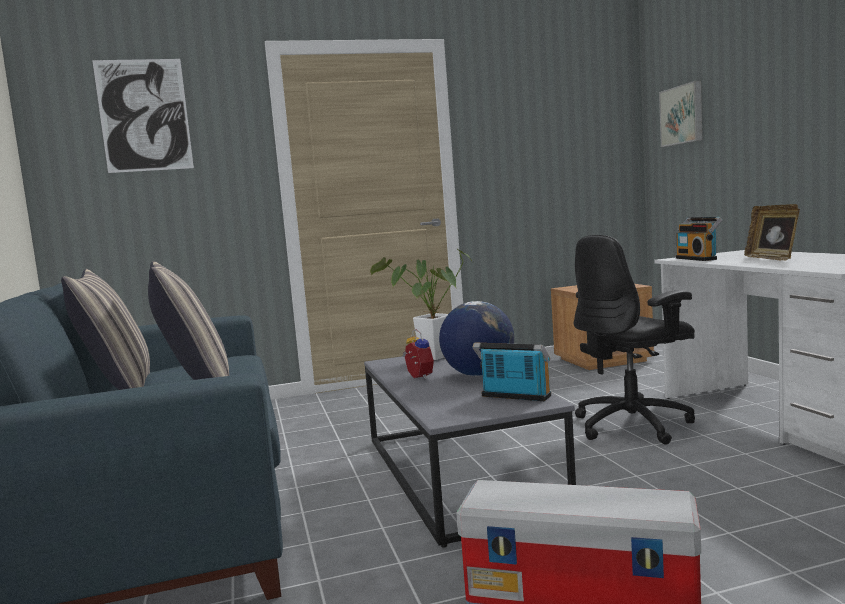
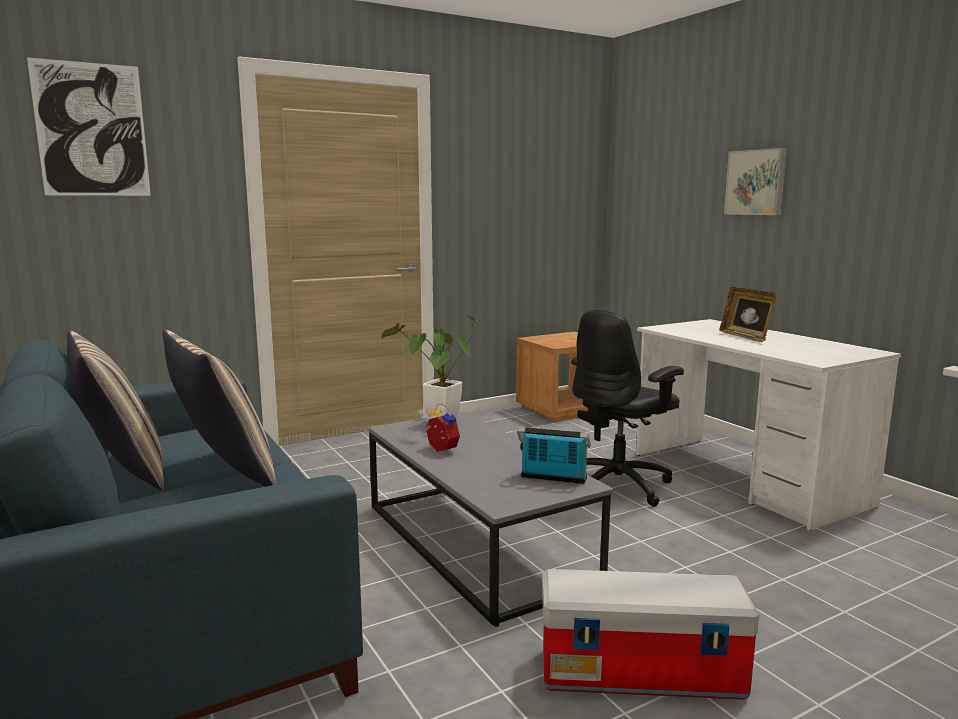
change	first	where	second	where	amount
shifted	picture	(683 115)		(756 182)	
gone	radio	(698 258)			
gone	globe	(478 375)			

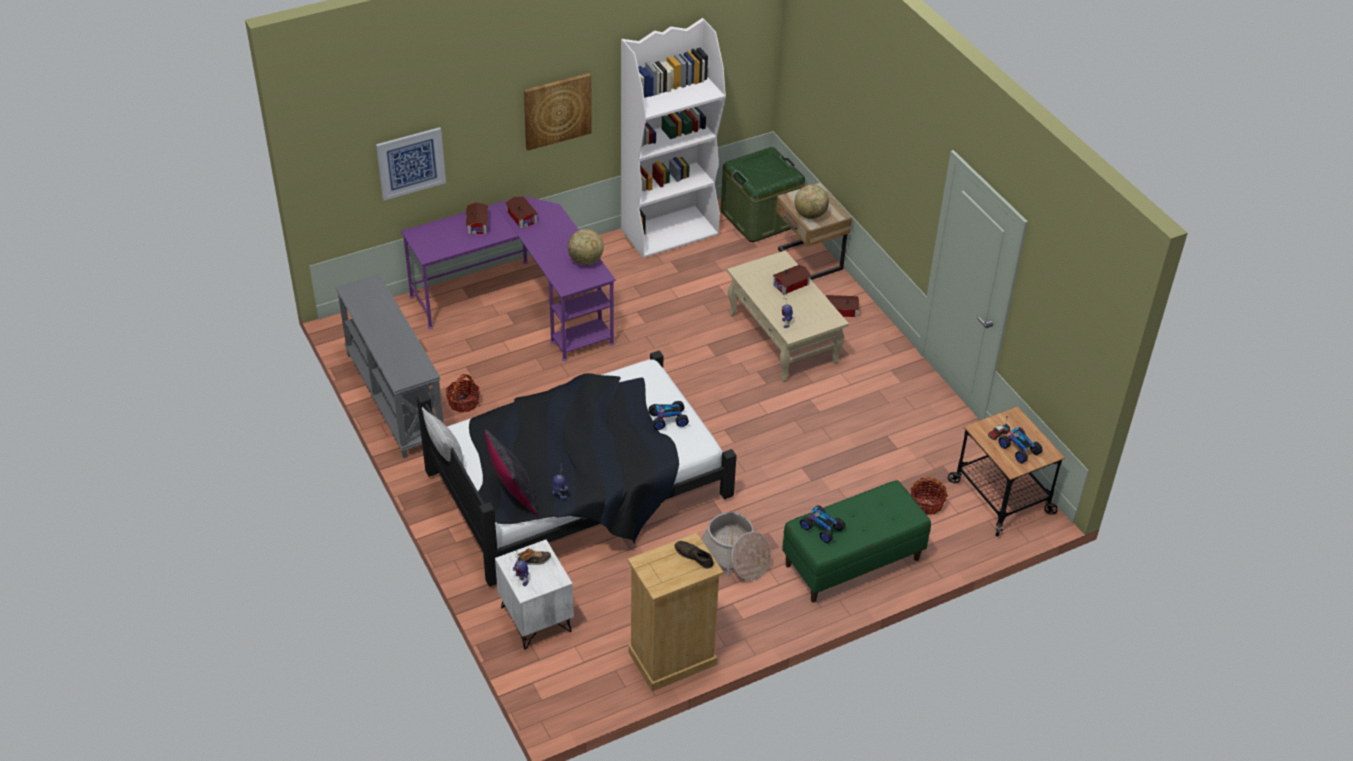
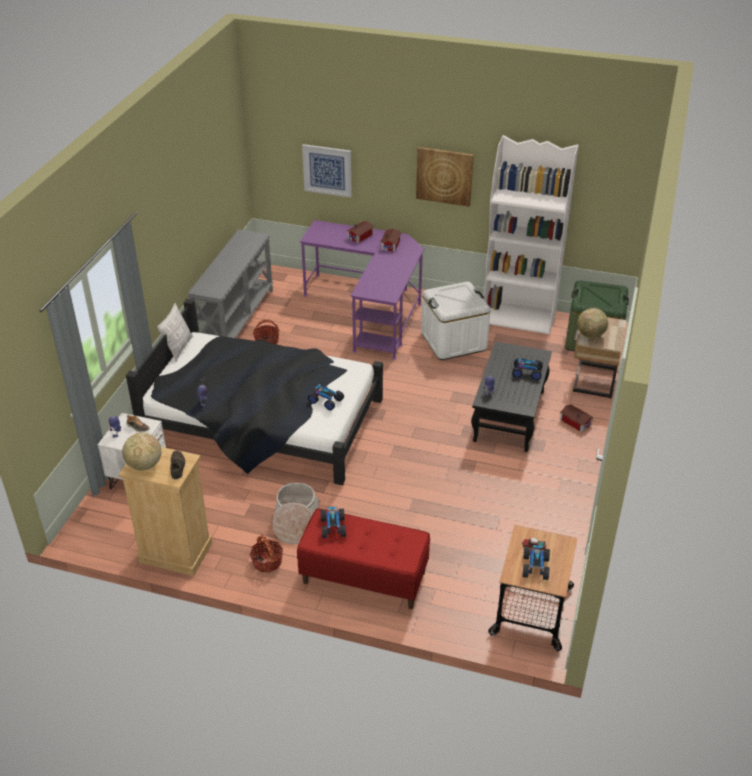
change	first	where	second	where	amount
shifted	globe	(586 260)		(144 465)	
repainted	beige coffee table	(783 339)	black coffee table	(509 416)	
swapped	toy house	(792 284)	toy car	(527 373)	
gone	black pillow	(512 494)			
shifted	basket	(926 504)		(267 562)	
repainted	green bench	(852 562)	red bench	(363 578)	
new			white storage box	(453 341)	

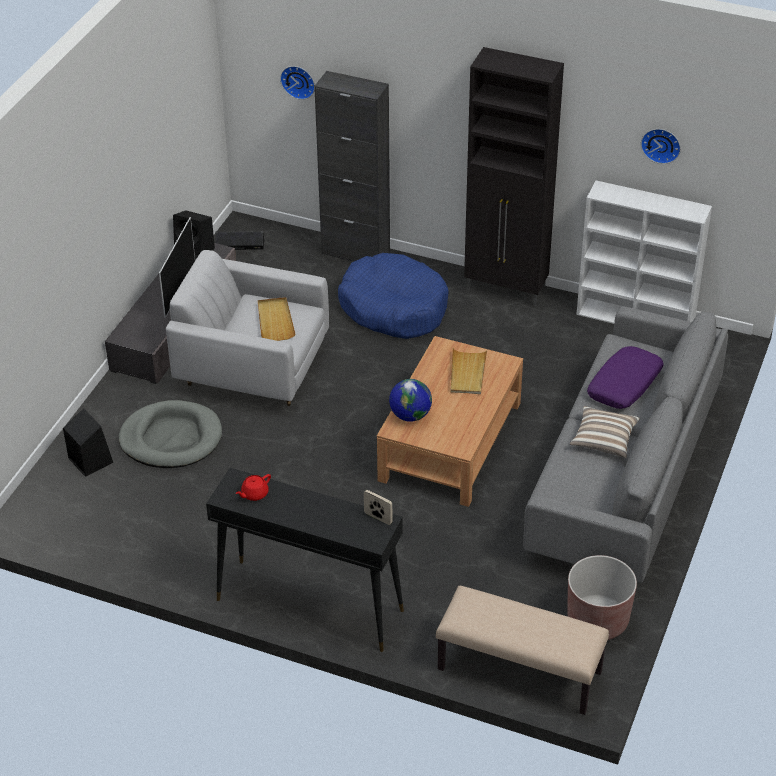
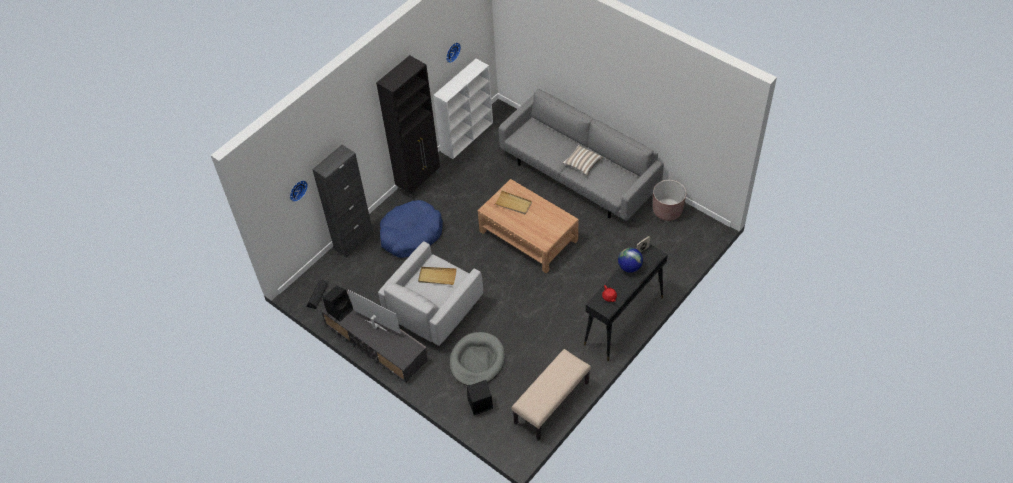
change	first	where	second	where	amount
gone	purple pillow	(625 385)			
shifted	globe	(410 415)		(629 267)	
shifted	beige bench	(518 671)		(552 403)	

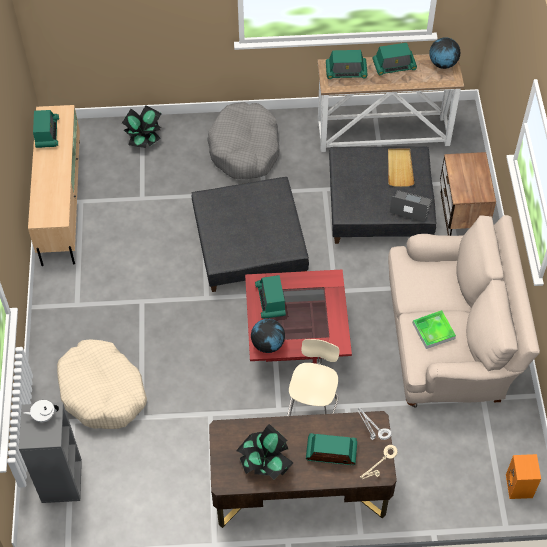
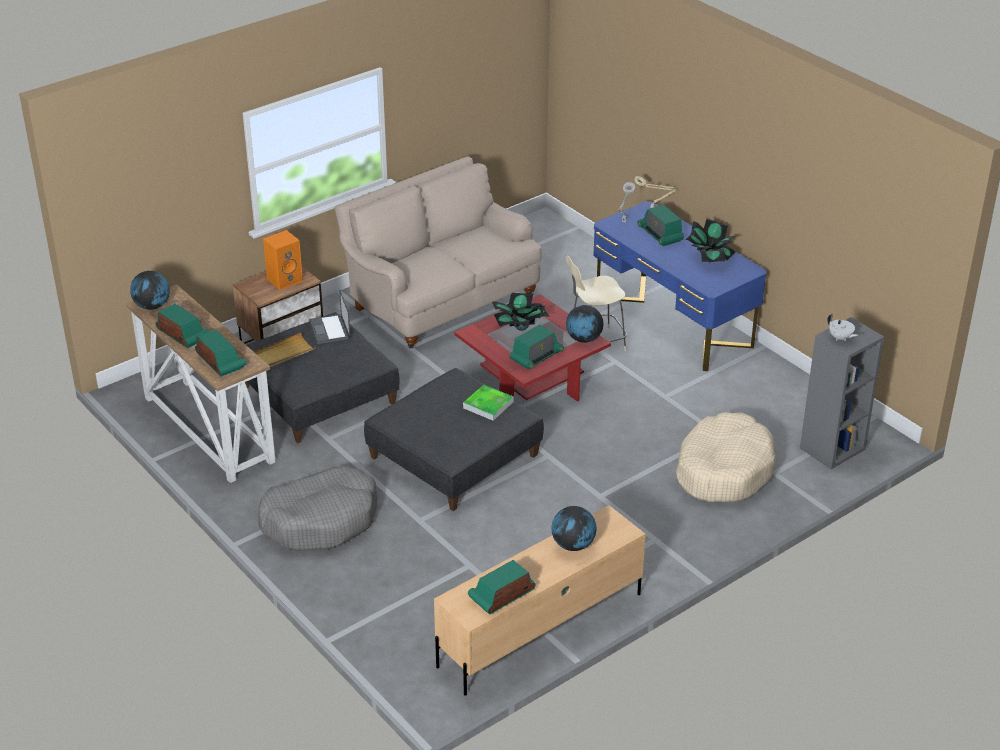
change	first	where	second	where	amount
shifted	potted plant	(144 138)		(520 327)	
shifted	tray	(433 331)		(488 405)	
repainted	brown desk	(300 490)	blue desk	(673 322)	
shifted	orange speaker	(519 487)		(285 279)	
new			globe	(573 545)	

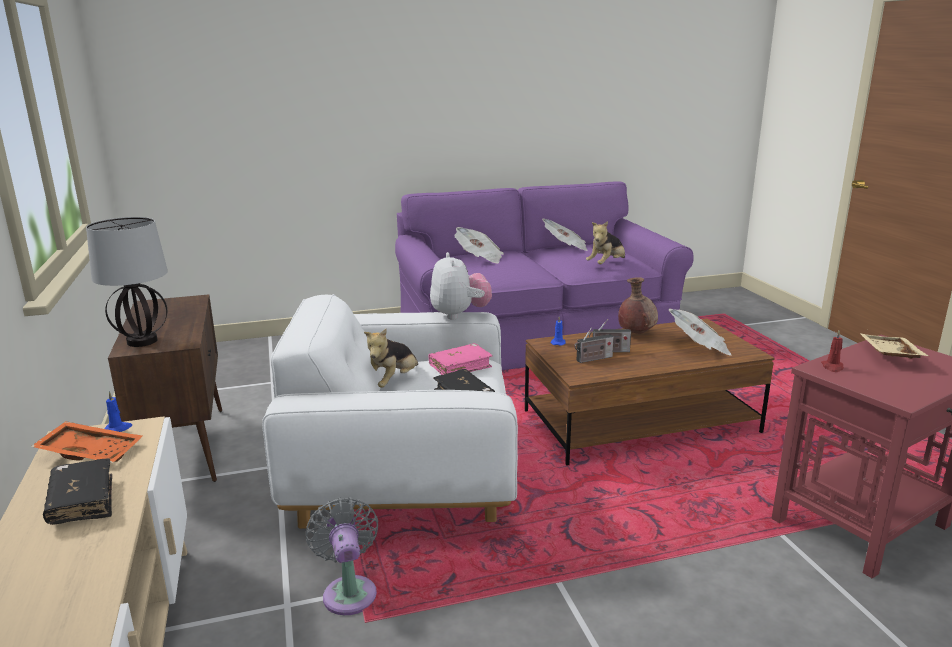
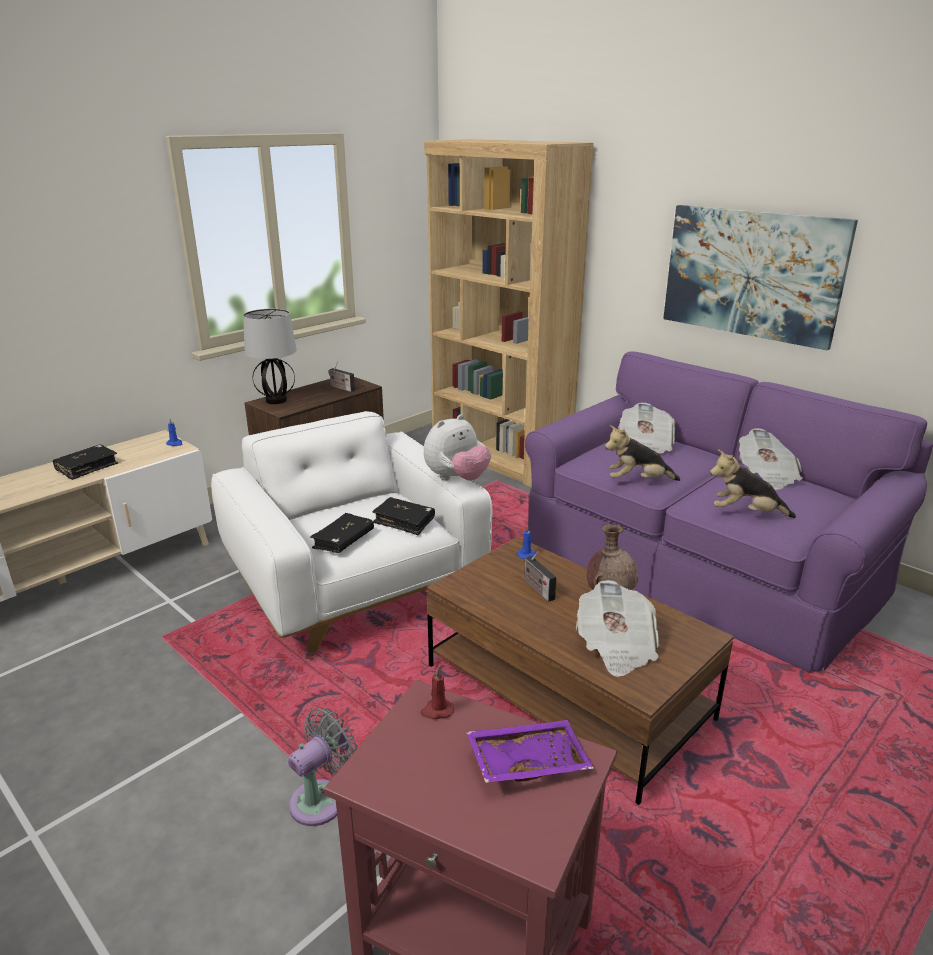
change	first	where	second	where	amount
shifted	radio	(593 359)		(341 388)	
shifted	plush toy	(392 382)		(637 481)	
repainted	beige tray	(888 354)	purple tray	(527 760)	
repainted	pink book	(460 367)	black book	(404 522)	
gone	orange tray	(92 452)			
shifted	grey fan	(349 591)		(322 799)	
new			brown bookcase	(499 457)	
new			picture	(752 274)	

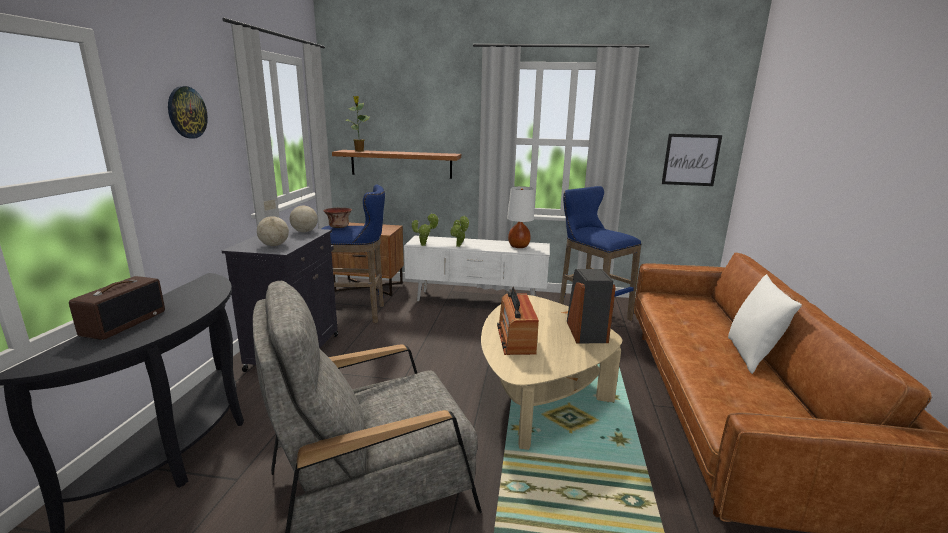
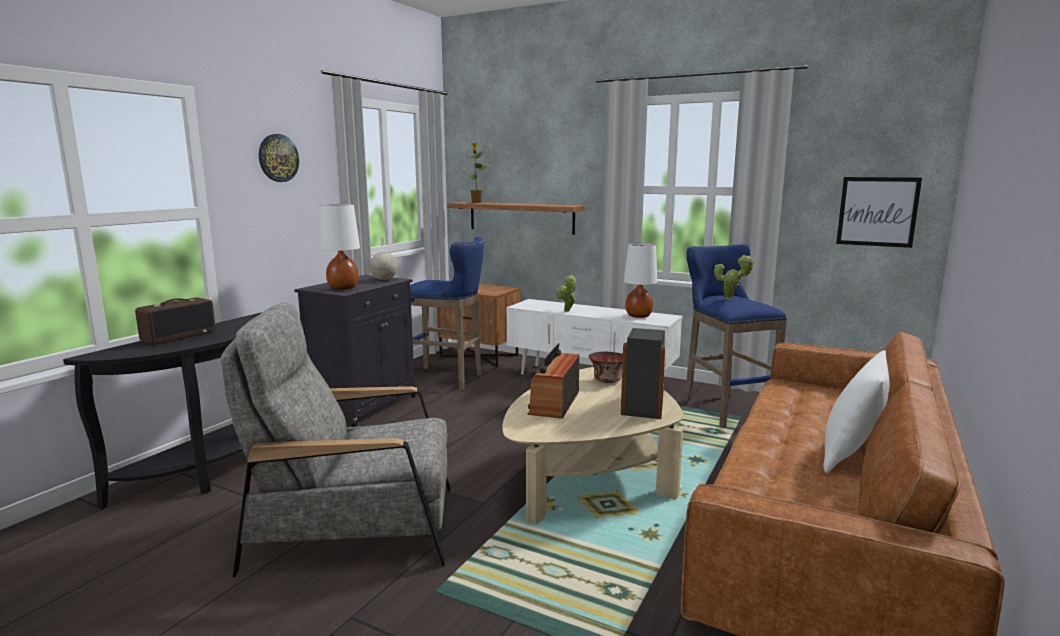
change	first	where	second	where	amount
swapped	globe	(275 245)	white table lamp	(343 288)	
shifted	bowl	(338 227)		(607 381)	
shifted	potted plant	(424 245)		(730 298)	

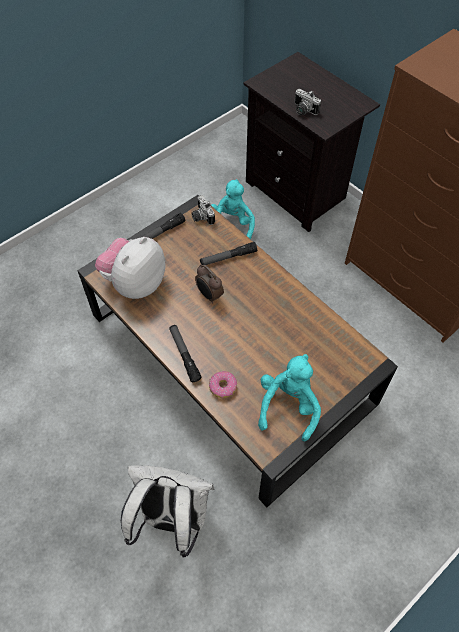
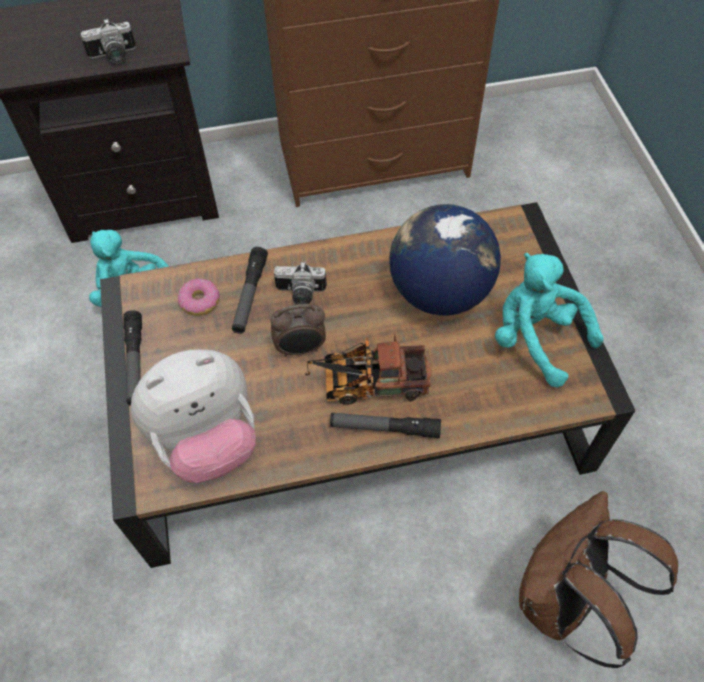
change	first	where	second	where	amount
shifted	photo camera	(201 217)		(300 294)	
rotated	plush toy	(135 283)		(207 440)	90 degrees counterclockwise
shifted	donut	(223 387)		(200 302)	
repainted	white backpack	(172 519)	brown backpack	(563 602)	
new			globe	(439 292)	
new			toy truck	(368 383)	

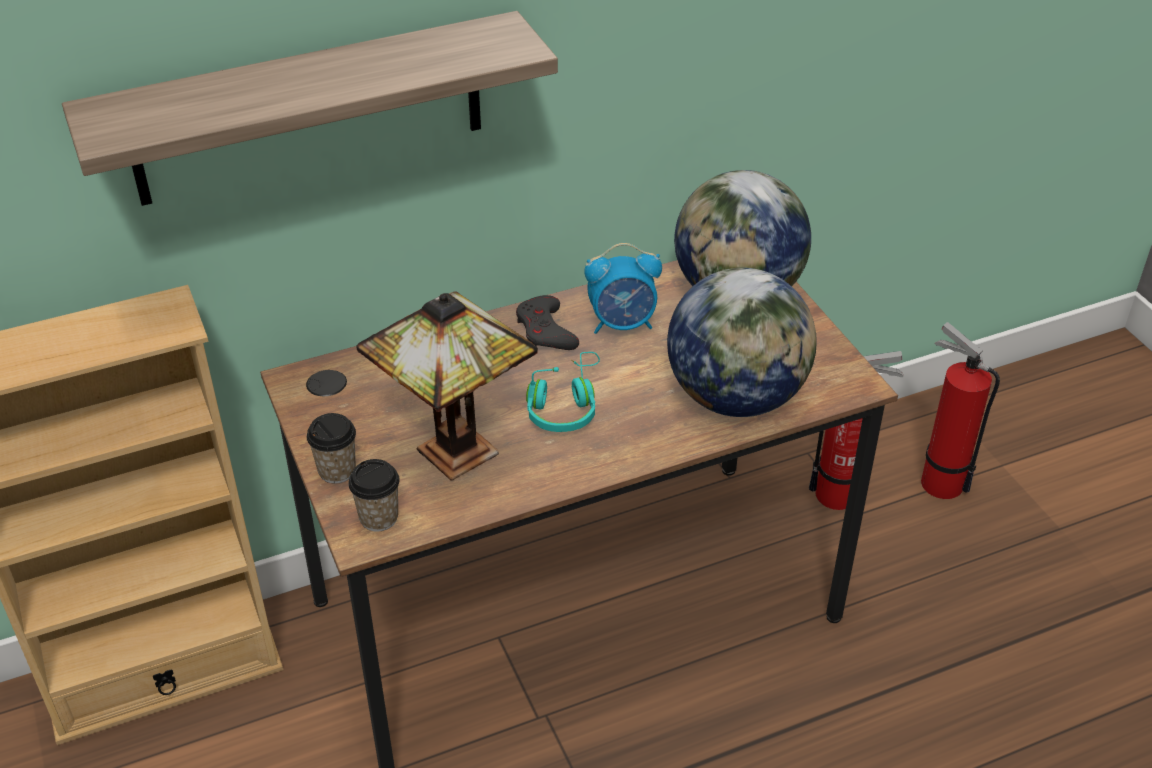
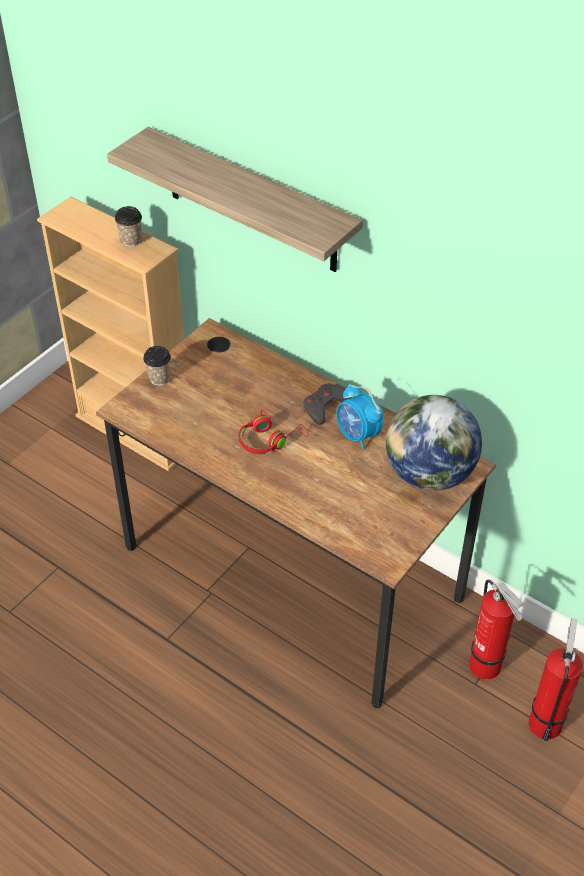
change	first	where	second	where	amount
gone	globe	(736 397)			
gone	table lamp	(455 456)			
repainted	turquoise headphones	(565 405)	red headphones	(270 440)	
shifted	cup	(379 517)		(131 240)	

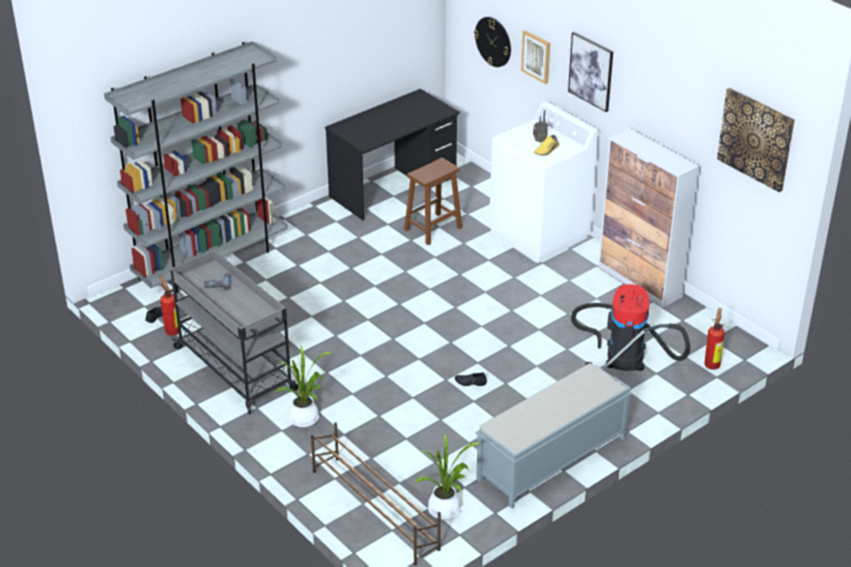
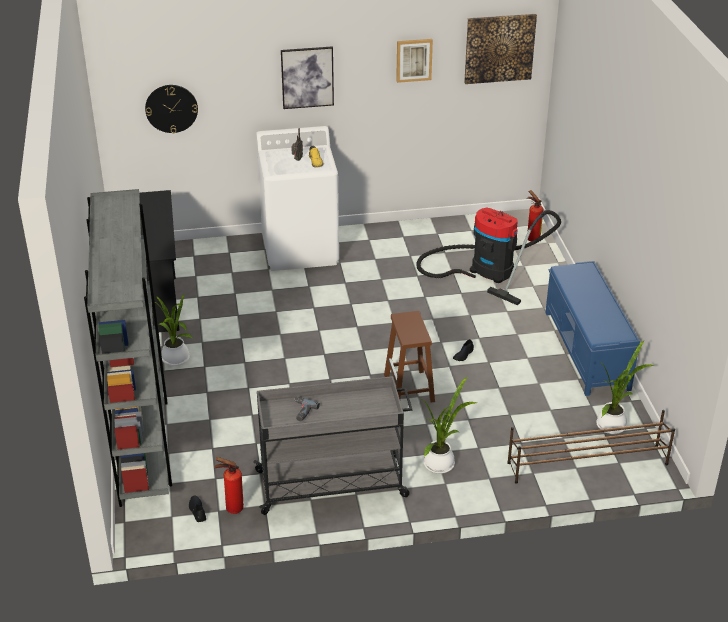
change	first	where	second	where	amount
shifted	picture	(536 56)		(414 60)	
gone	cabinet	(639 282)			
shifted	brown stool	(432 229)		(409 389)	
repainted	grey bench	(550 459)	blue bench	(587 350)	
new			potted plant	(176 360)	

